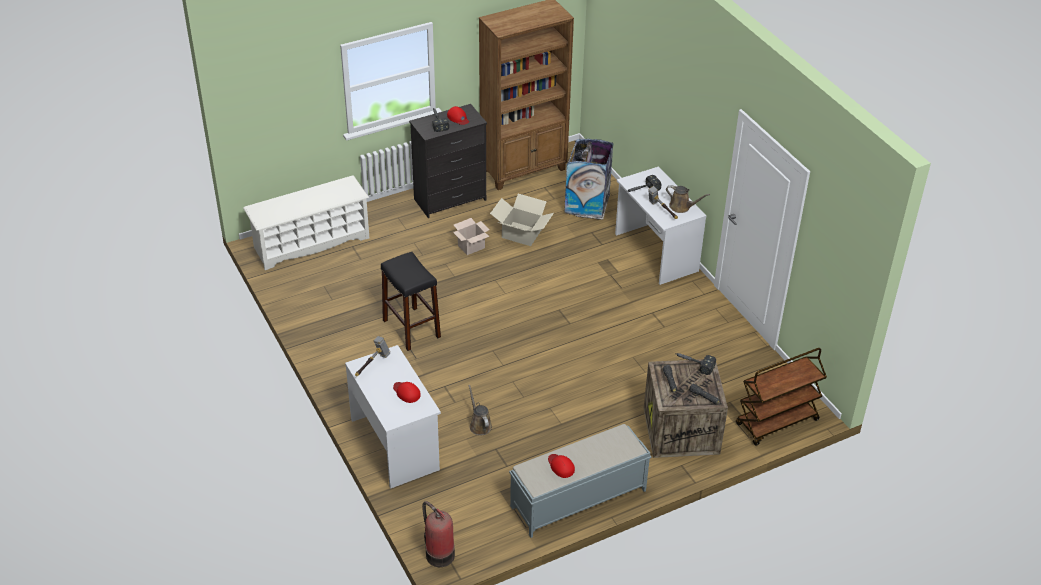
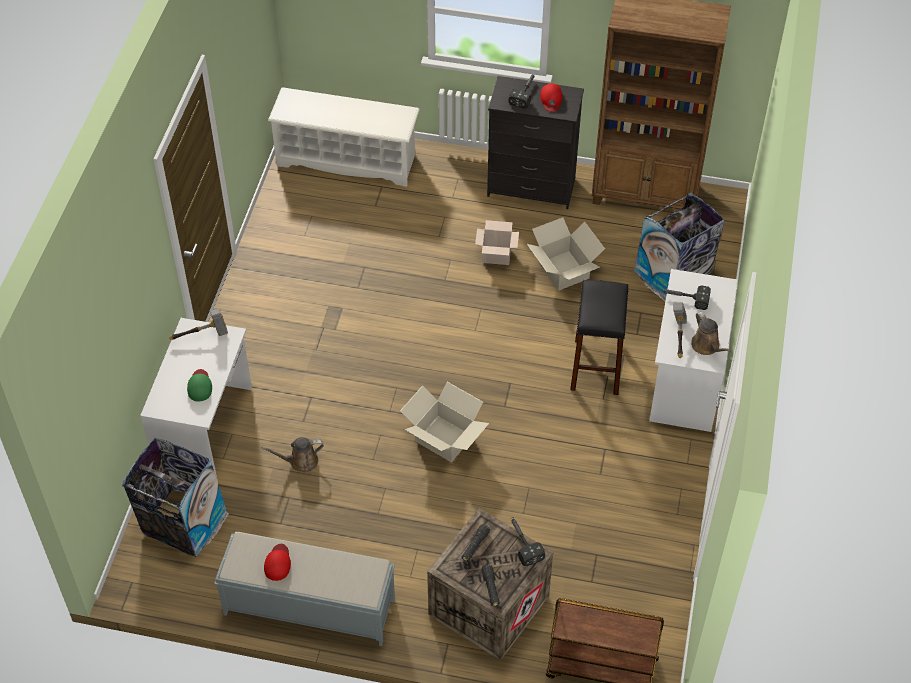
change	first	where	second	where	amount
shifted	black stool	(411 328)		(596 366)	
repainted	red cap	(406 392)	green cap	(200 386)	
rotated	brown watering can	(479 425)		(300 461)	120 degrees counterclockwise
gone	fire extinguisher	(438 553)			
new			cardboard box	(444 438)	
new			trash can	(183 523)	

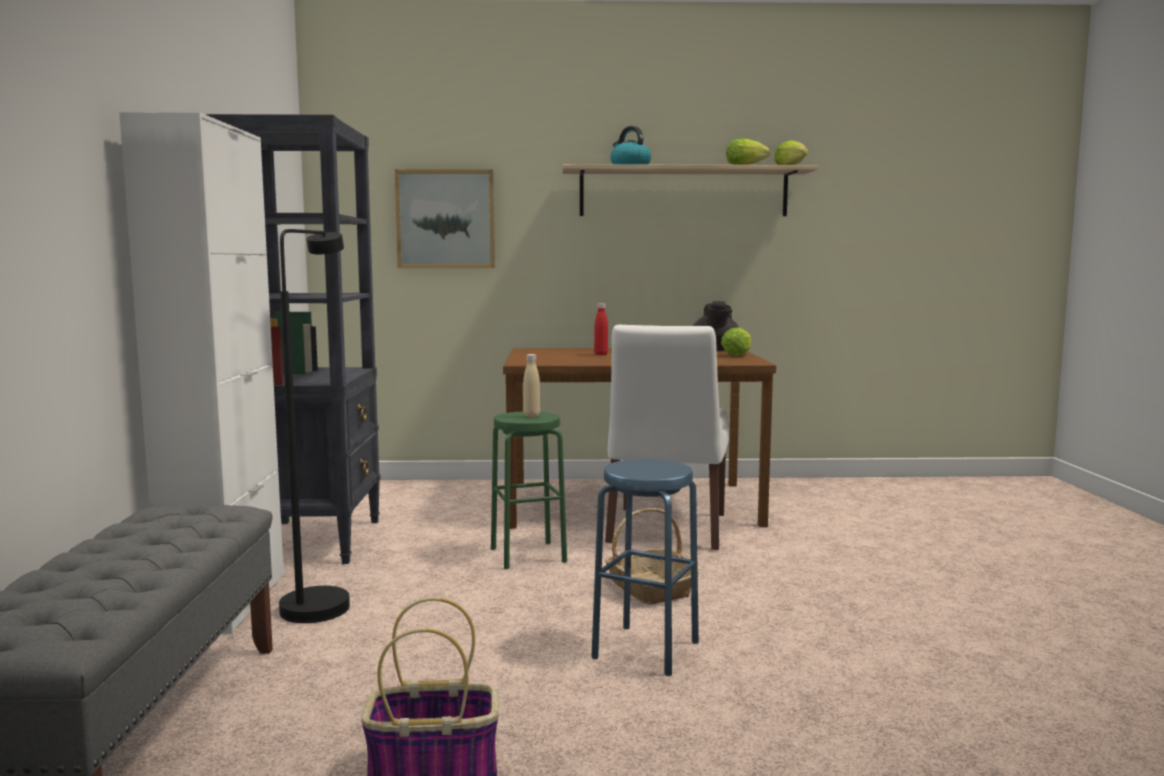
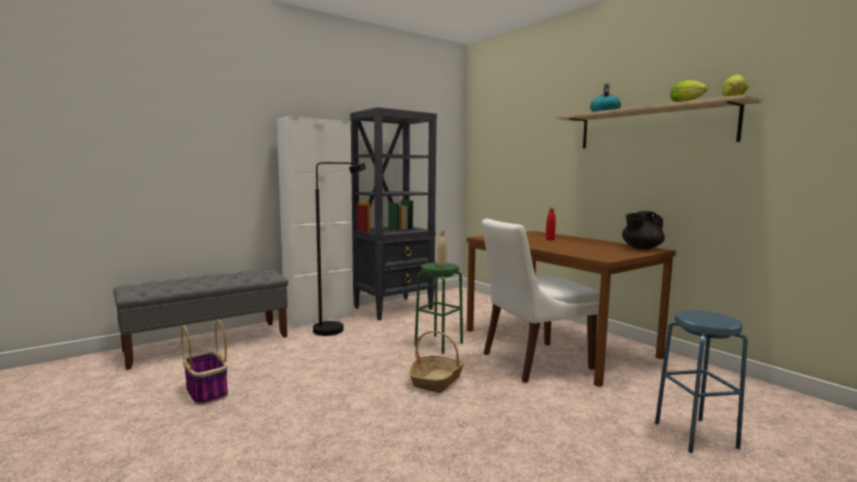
change	first	where	second	where	amount
gone	picture	(445 219)			
gone	lettuce	(738 355)			
shifted	blue stool	(646 650)		(695 435)	

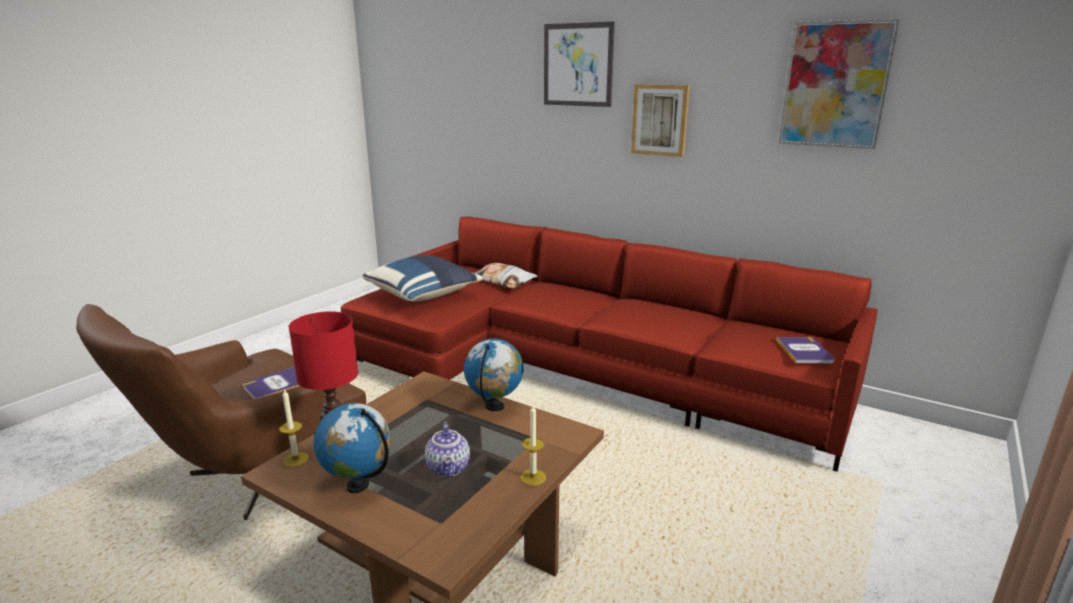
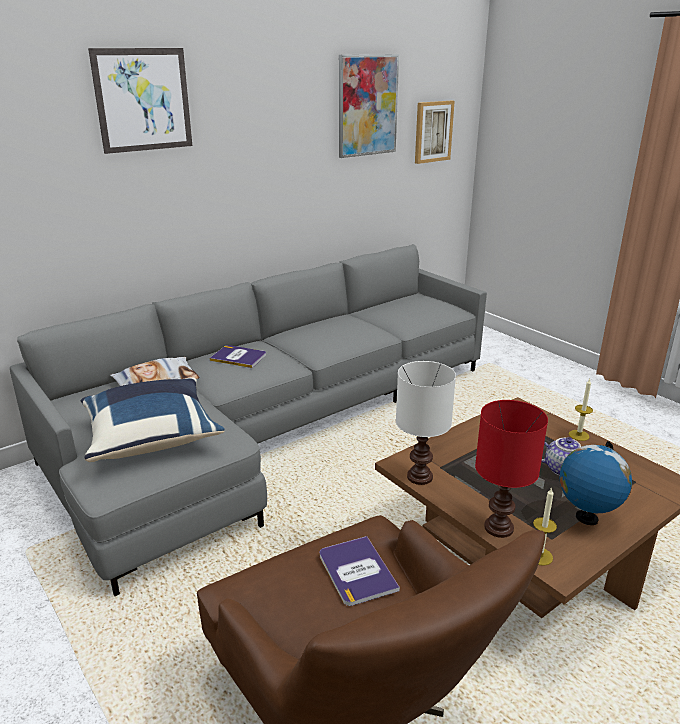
change	first	where	second	where	amount
shifted	picture	(660 120)		(433 131)	
repainted	red sofa	(577 372)	grey sofa	(270 427)	
shifted	book	(804 351)		(238 357)	
gone	globe	(495 407)			
new			white table lamp	(420 477)	

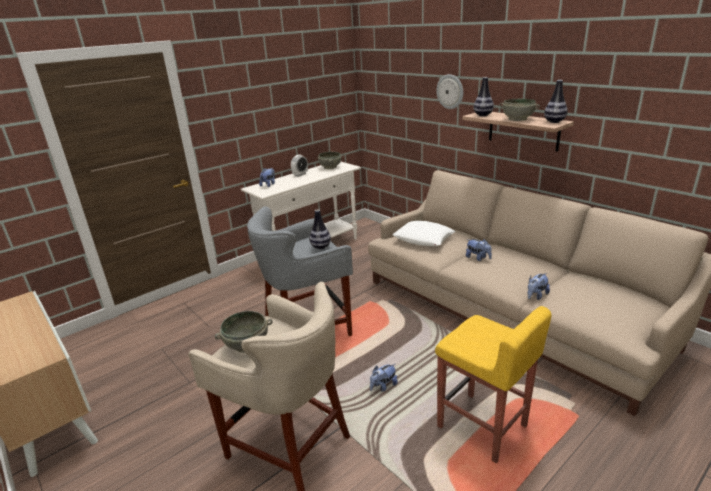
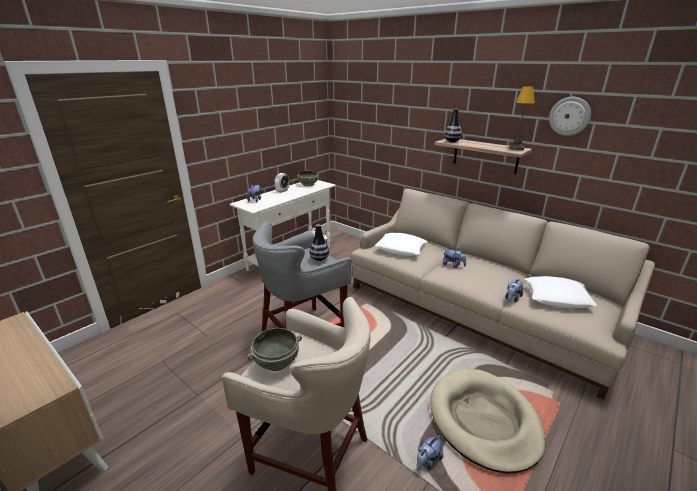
change	first	where	second	where	amount
shifted	wall clock	(450 91)		(569 116)	
swapped	vase	(554 122)	table lamp	(516 148)	
gone	grey bowl	(517 119)			
swapped	yellow stool	(483 427)	beige dog bed	(483 420)	
shifted	plush toy	(383 386)		(427 461)	
new			white pillow	(557 297)	

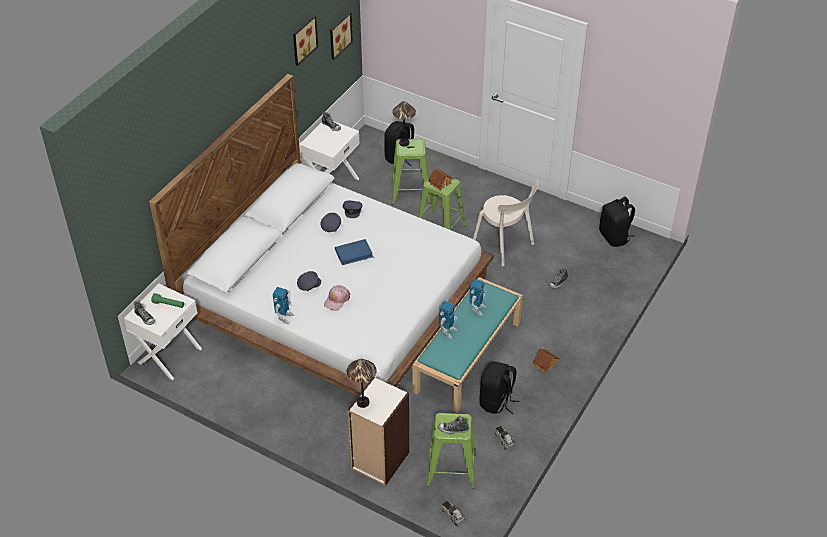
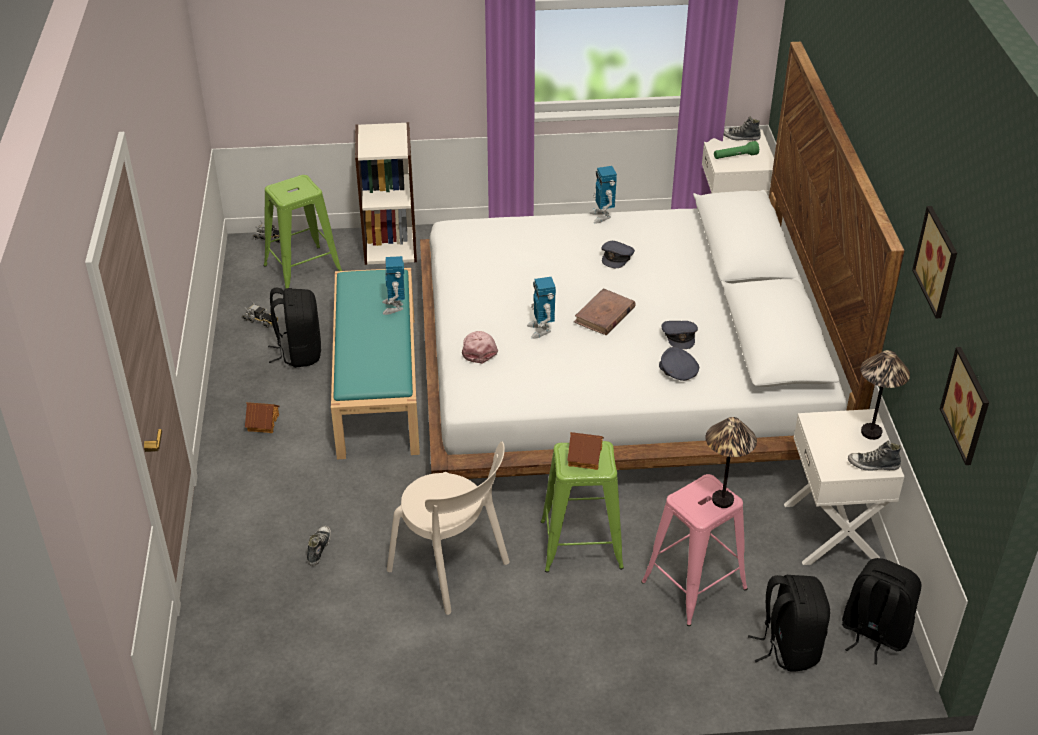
change	first	where	second	where	amount
repainted	green stool	(411 192)	pink stool	(693 585)	
rotated	beige chair	(505 245)		(452 569)	150 degrees counterclockwise
shifted	black backpack	(614 237)		(873 633)	
repainted	blue book	(354 253)	brown book	(604 315)	
shifted	toy robot	(477 309)		(541 330)	
shifted	pink cap	(337 300)		(479 349)	
shifted	table lamp	(362 403)		(871 432)	
gone	shoe	(453 429)			

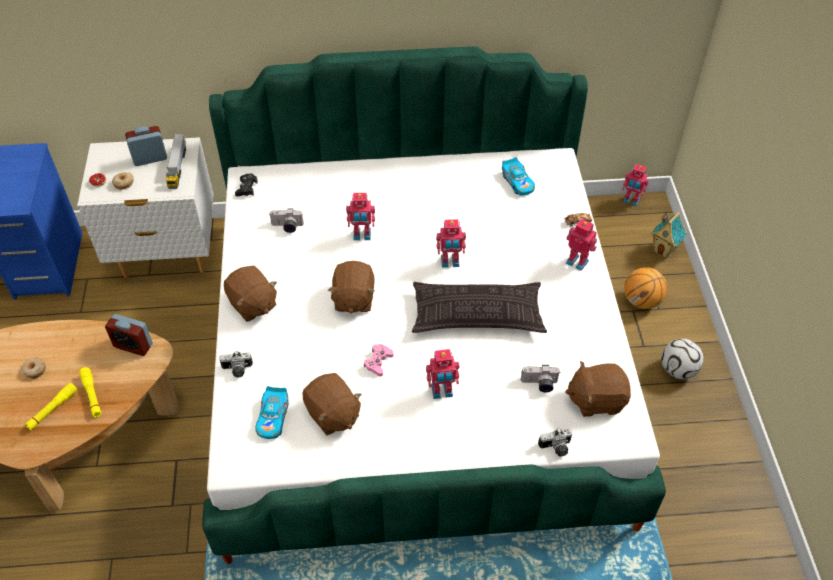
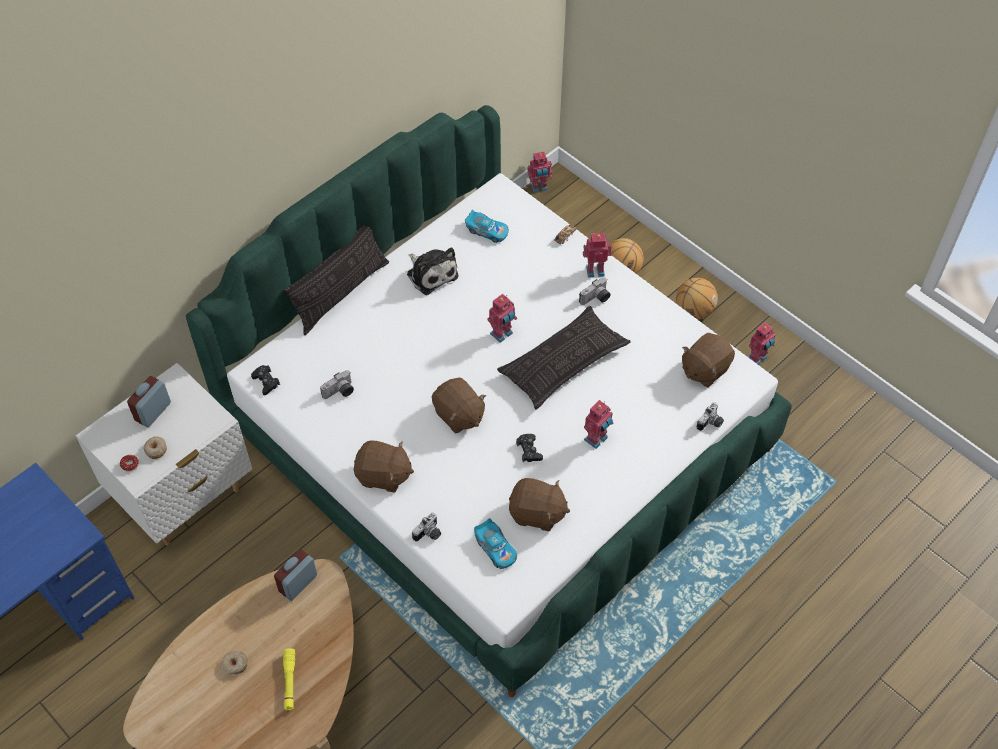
change	first	where	second	where	amount
gone	toy truck	(177 167)			
shifted	toy robot	(362 235)		(757 358)	
gone	toy house	(664 250)			
rotated	alarm clock	(133 345)		(298 583)	150 degrees clockwise
swapped	football	(677 370)	basketball	(694 310)	
repainted	pink game controller	(378 362)	black game controller	(529 450)	
shifted	photo camera	(539 384)		(596 299)	
gone	yellow flashlight	(92 395)			
new			pillow	(341 293)	
new			plush toy	(431 273)	

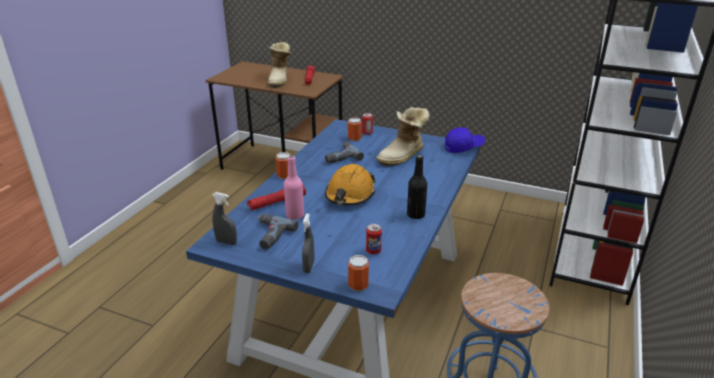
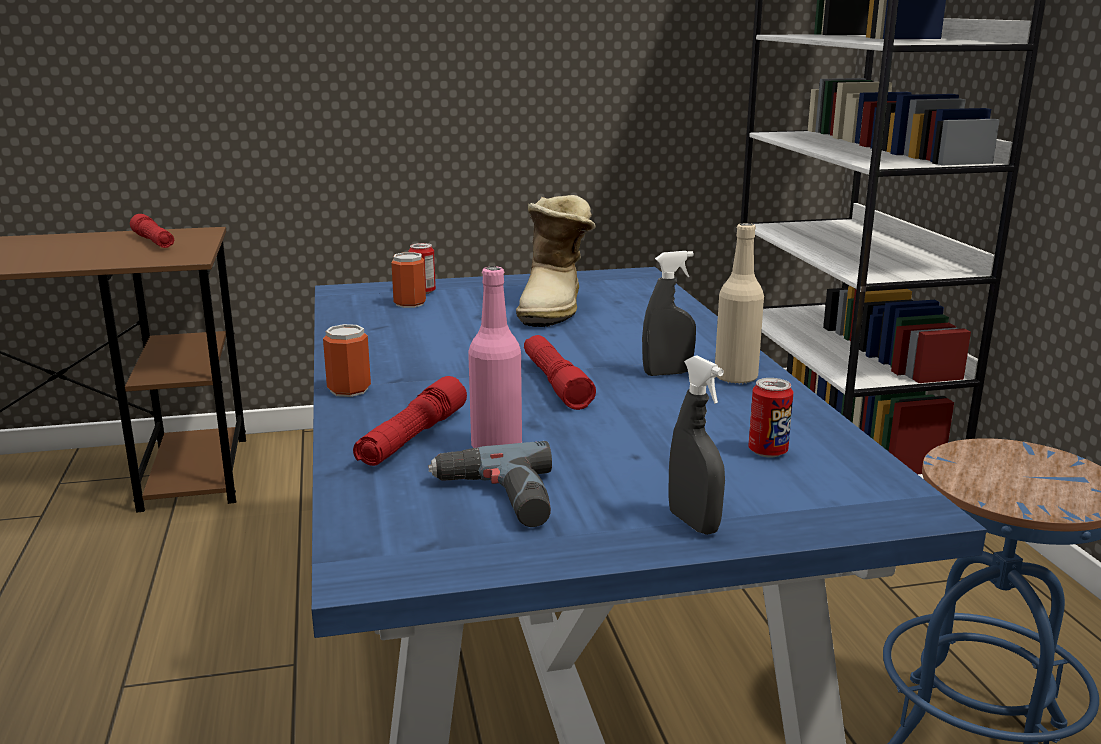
change	first	where	second	where	amount
gone	boot	(280 80)			
gone	blue cap	(464 147)			
gone	power drill	(340 157)			
repainted	black bottle	(415 215)	beige bottle	(735 377)	
swapped	orange hard hat	(350 195)	red flashlight	(555 383)	
shifted	grey spray bottle	(226 242)		(667 373)	
gone	can	(358 285)			

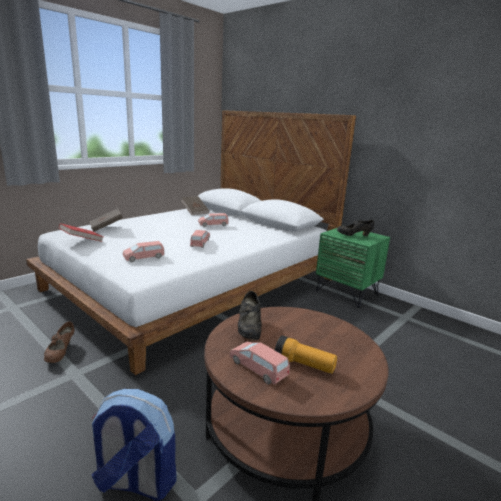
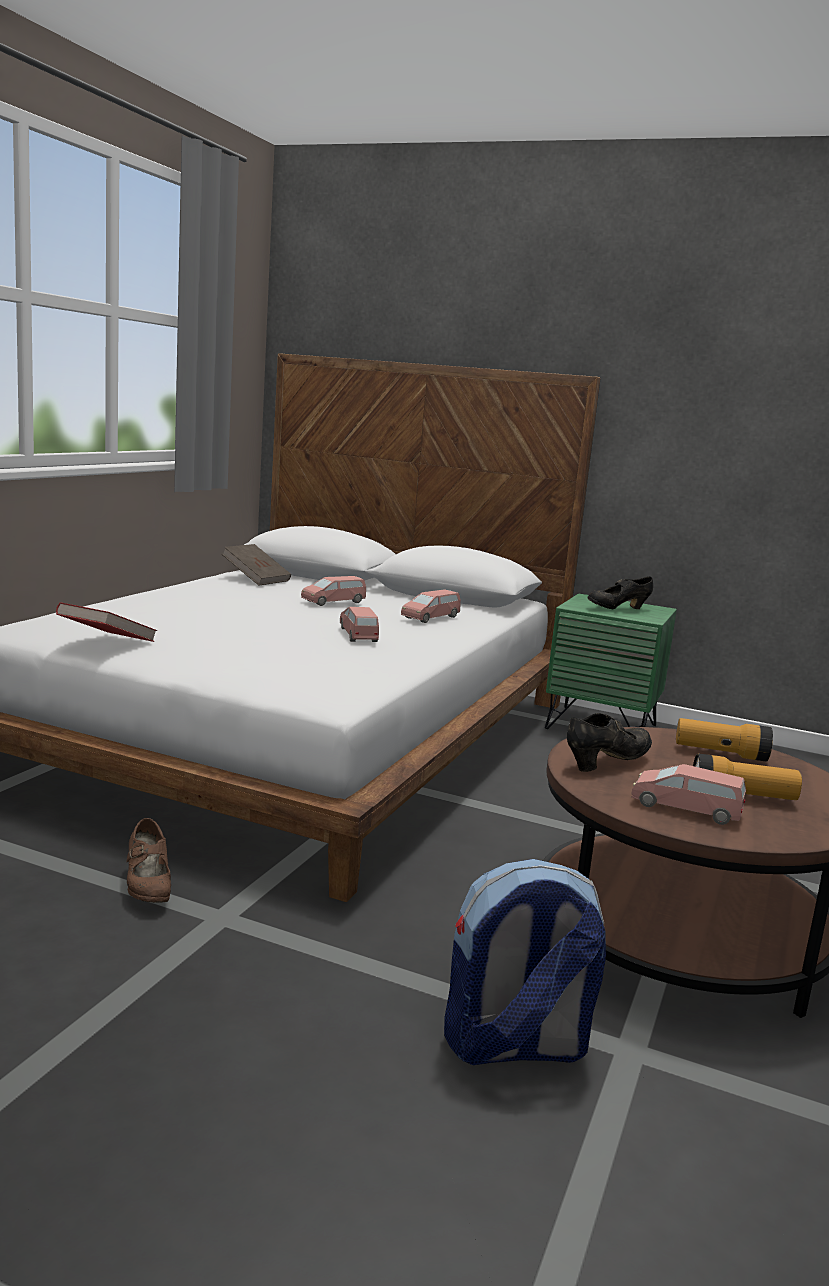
change	first	where	second	where	amount
gone	brown book	(106 228)			
shifted	pink toy car	(144 258)		(431 617)	
rotated	black shoe	(249 329)		(607 763)	105 degrees counterclockwise
new			flashlight	(720 754)	

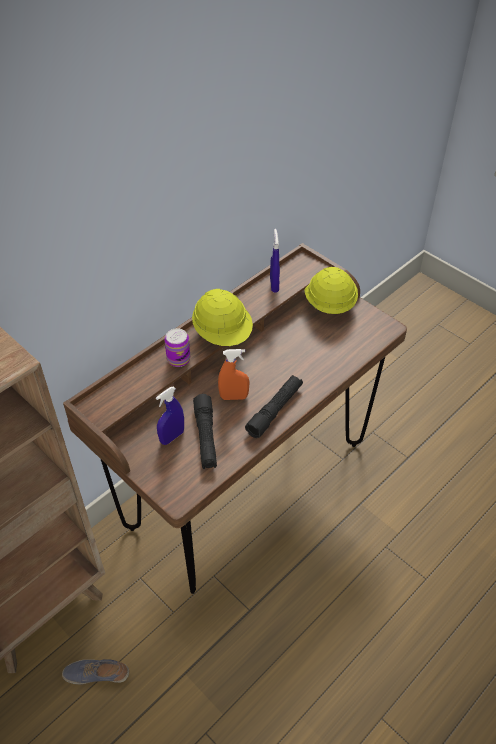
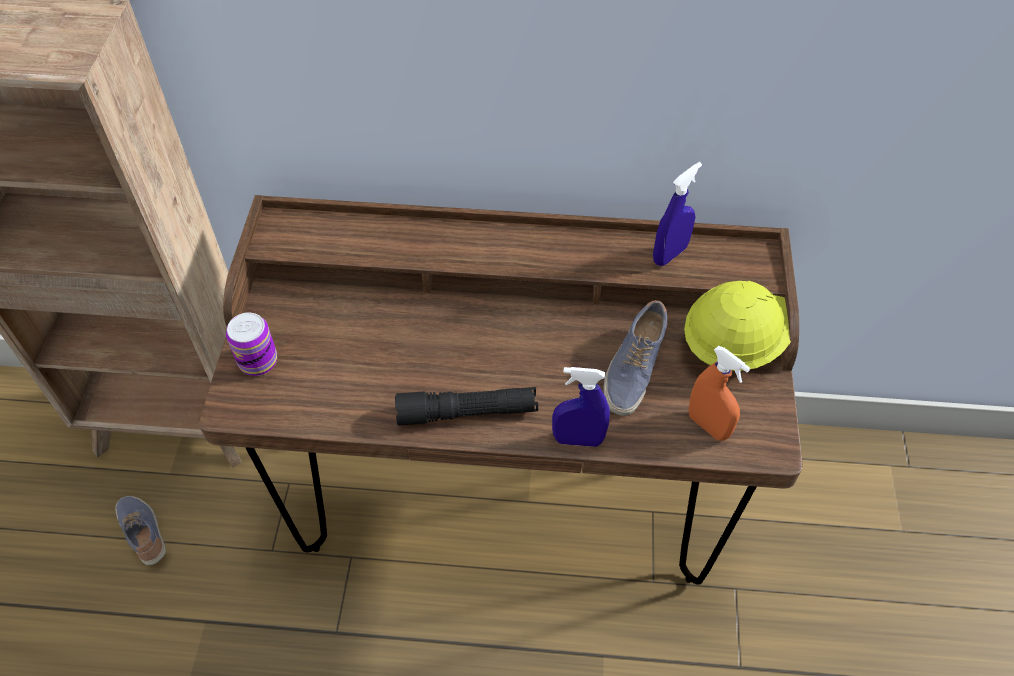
change	first	where	second	where	amount
gone	yellow hard hat	(223 334)			
shifted	can	(178 359)		(258 361)	
shifted	orange spray bottle	(234 397)		(708 426)	
shifted	blue spray bottle	(172 437)		(578 440)	
gone	black flashlight	(206 437)			
new			shoe	(633 368)	

